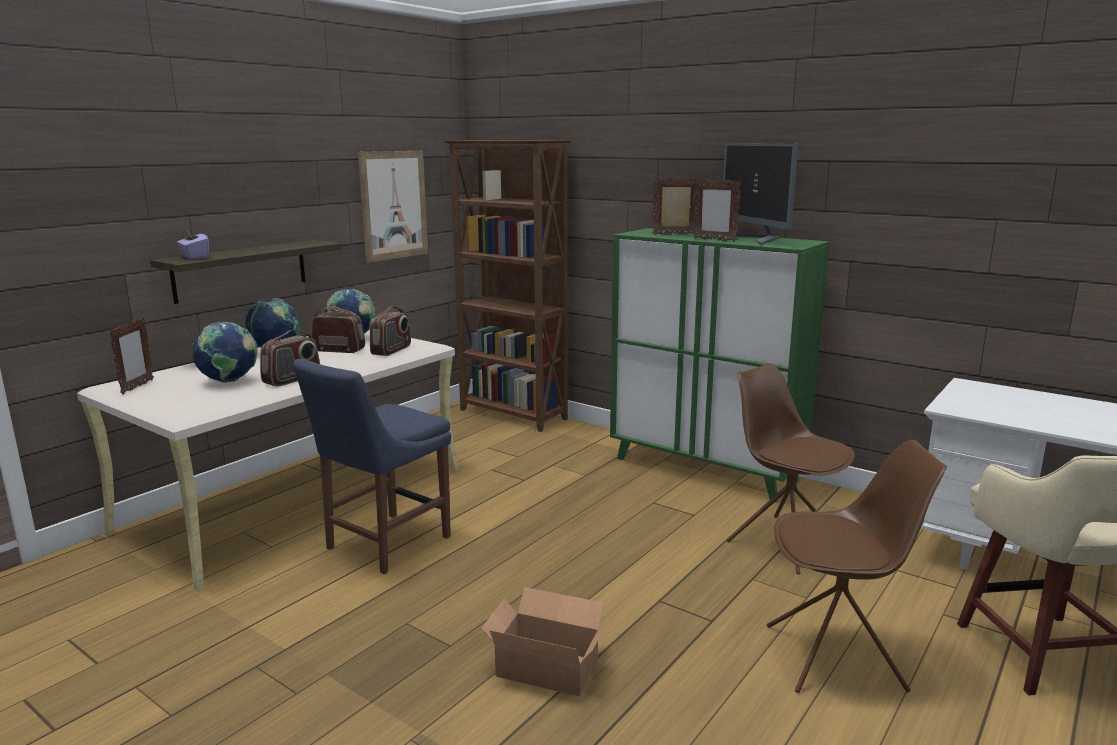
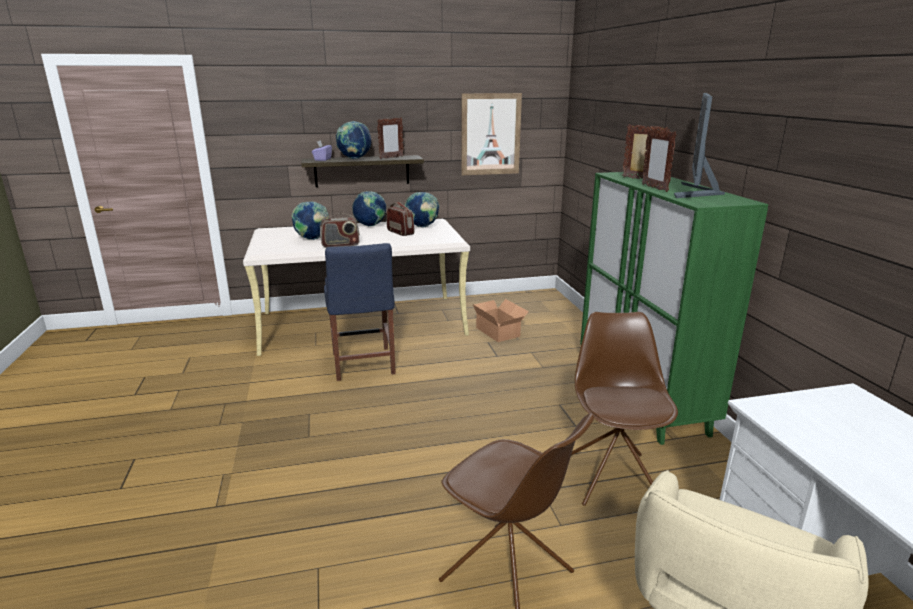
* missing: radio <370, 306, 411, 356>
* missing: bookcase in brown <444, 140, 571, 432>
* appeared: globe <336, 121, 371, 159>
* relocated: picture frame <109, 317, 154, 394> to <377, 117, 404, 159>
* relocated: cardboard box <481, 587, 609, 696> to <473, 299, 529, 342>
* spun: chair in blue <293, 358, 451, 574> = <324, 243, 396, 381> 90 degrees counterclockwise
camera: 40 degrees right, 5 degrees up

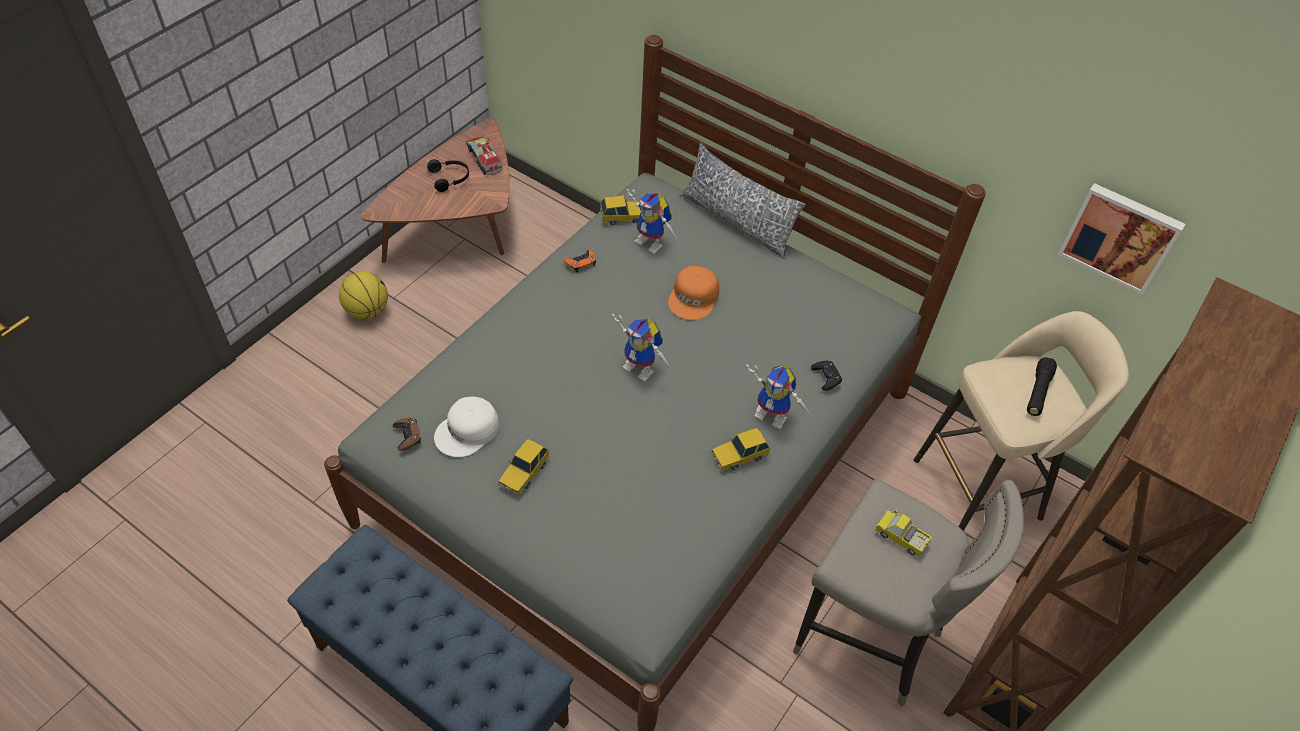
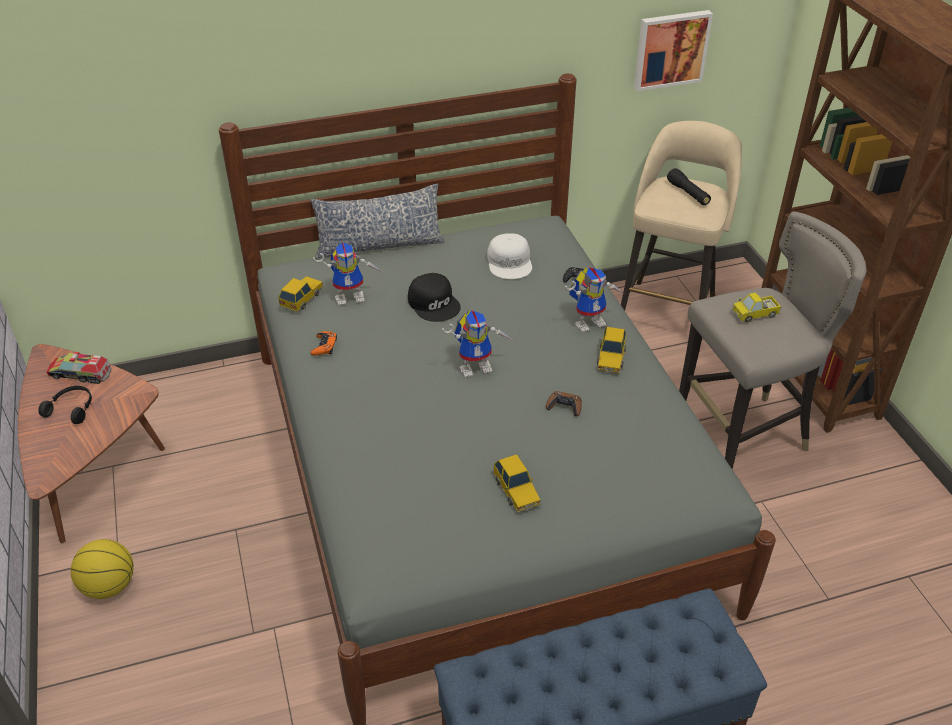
* relocated: game controller in brown <393, 418, 421, 451> to <546, 391, 582, 417>
* relocated: cap in white <434, 397, 500, 457> to <487, 233, 532, 279>
* colour: cap in orange <668, 266, 719, 320> to cap in black <408, 273, 461, 322>
camera: 50 degrees left, 10 degrees down

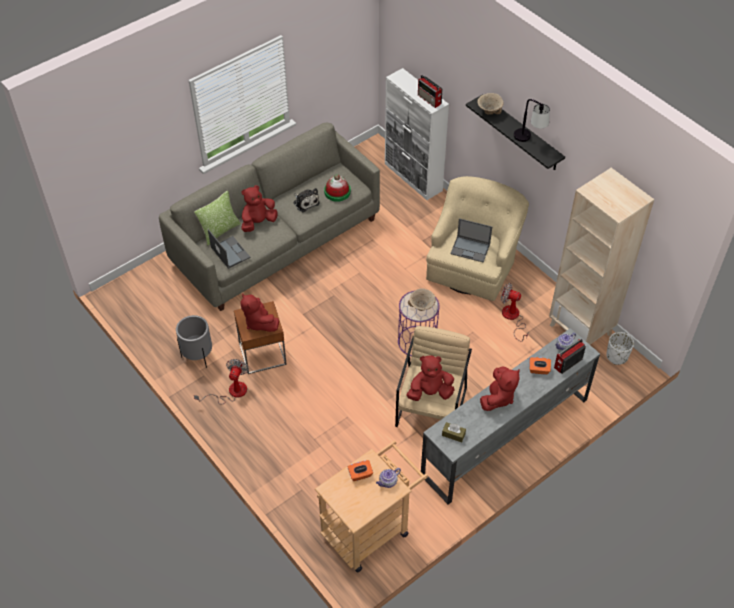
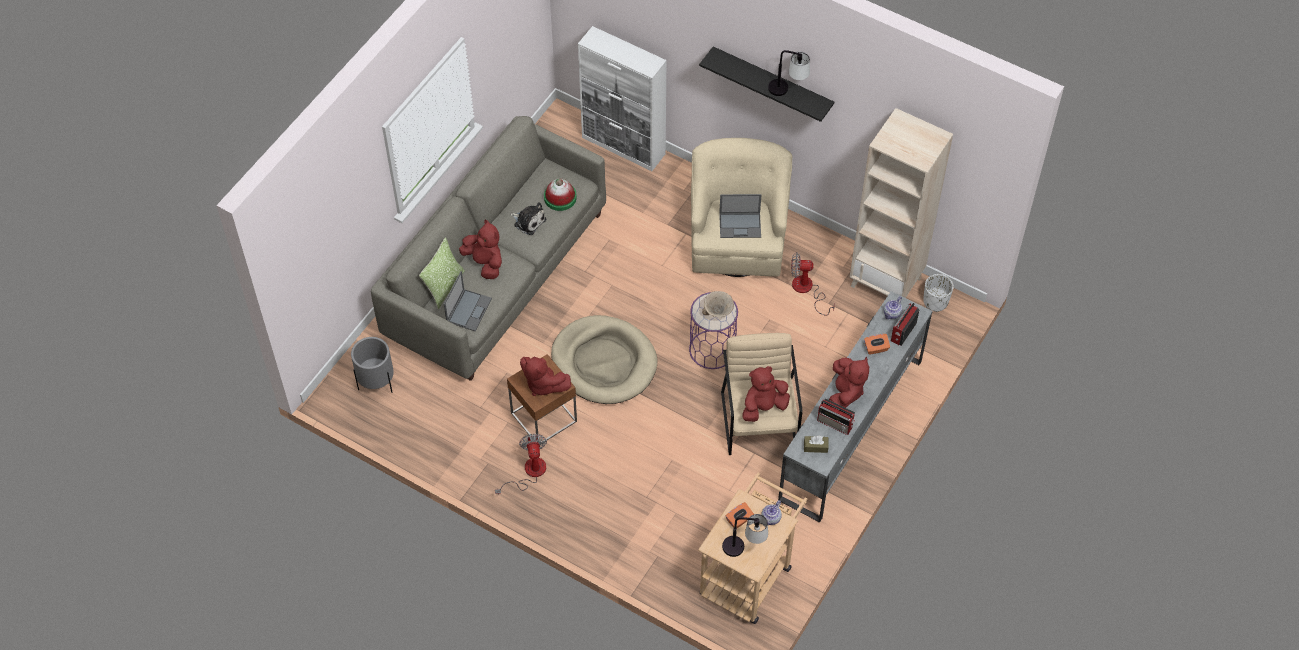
* missing: bowl in beige <477, 93, 503, 115>
* appeared: dog bed in beige <551, 315, 657, 404>
* appeared: table lamp <722, 514, 768, 557>
* relocated: planter in grey <176, 315, 212, 368> to <351, 337, 394, 393>
* relocated: radio <418, 75, 443, 108> to <817, 398, 855, 435>
* spun: laptop <208, 229, 250, 269> = <444, 271, 492, 331> 75 degrees clockwise
* spun: plush toy in red <241, 185, 277, 232> = <459, 220, 502, 279> 105 degrees clockwise
camera: 20 degrees left, 5 degrees up

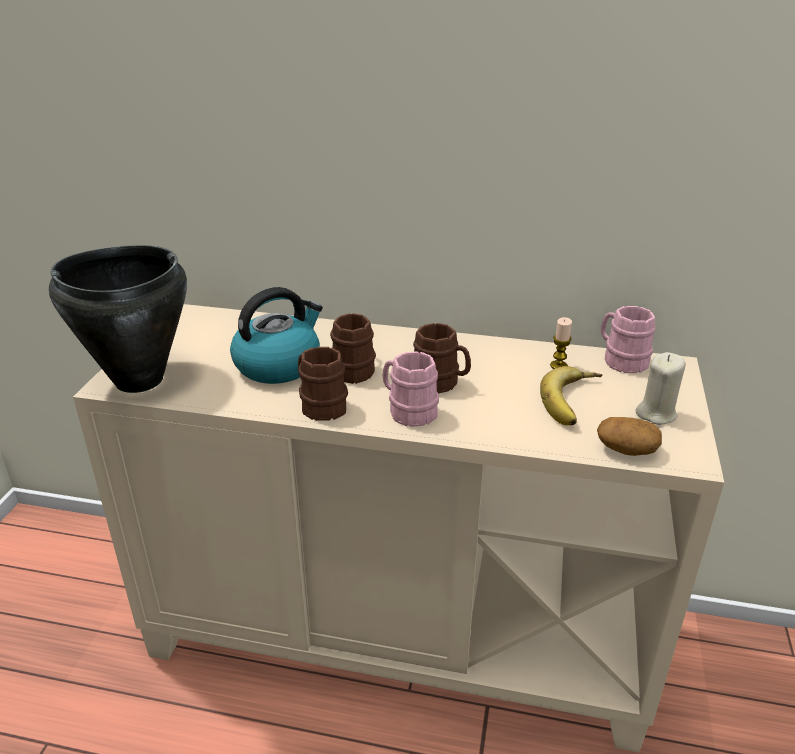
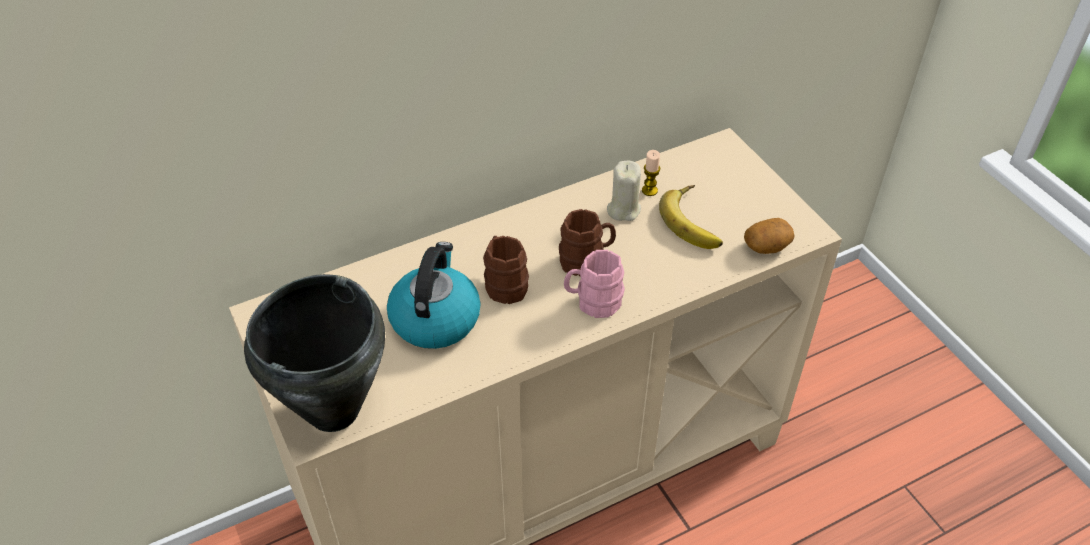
* missing: mug in brown <298, 347, 348, 421>
* missing: mug in pink <601, 306, 655, 373>
* relocated: candle in beige <635, 352, 686, 425> to <607, 161, 641, 221>
camera: 40 degrees left, 15 degrees up

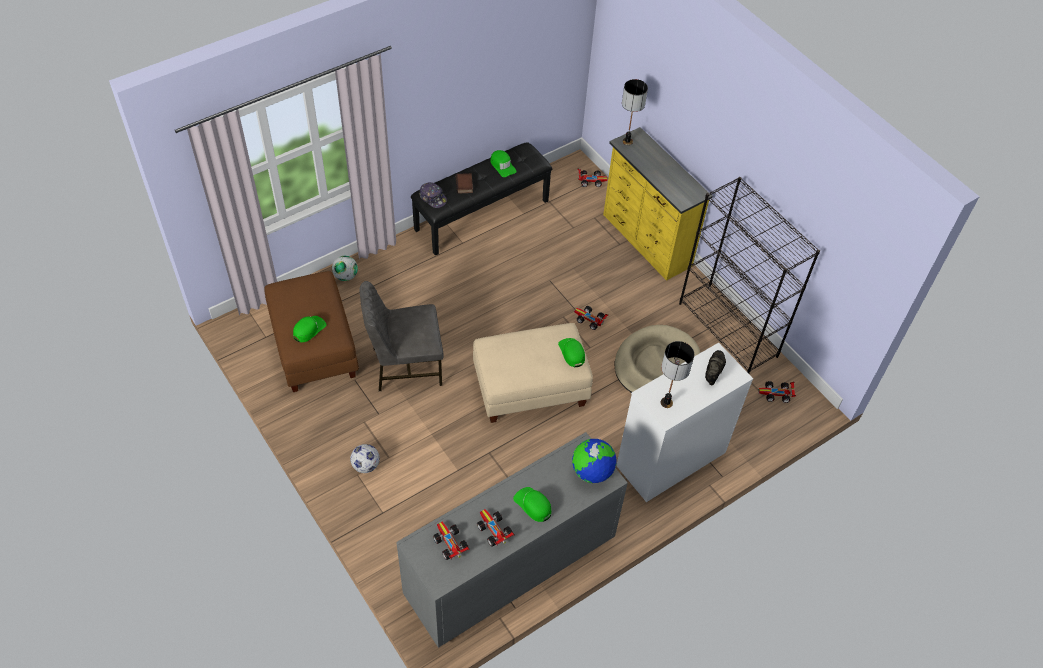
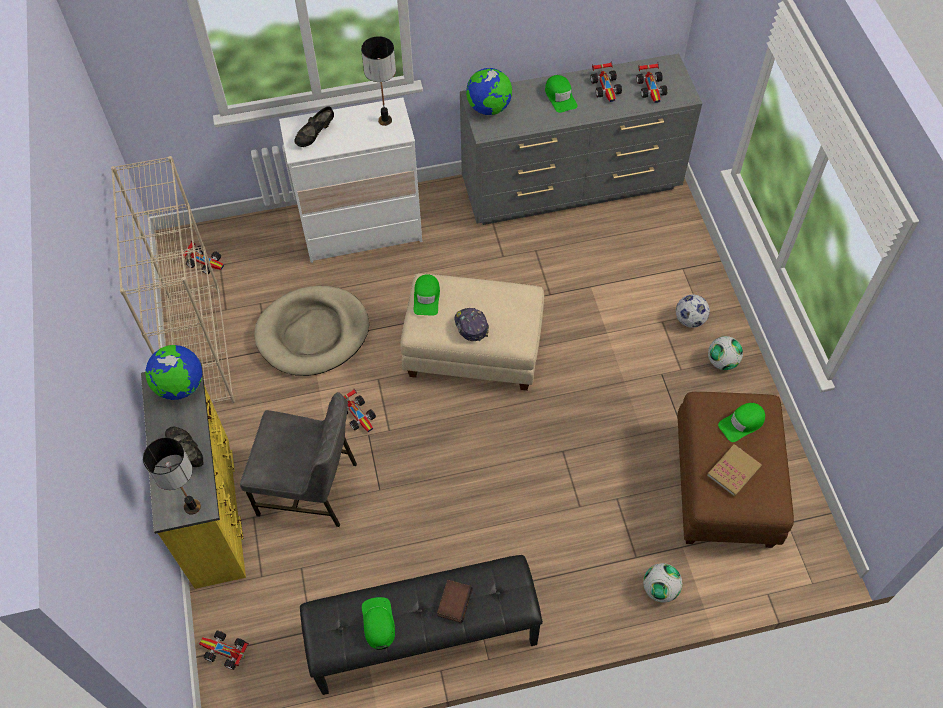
* appeared: globe <145, 345, 202, 400>
* appeared: shoe in black <165, 427, 204, 467>
* appeared: book <707, 444, 761, 496>
* appeared: football <708, 336, 743, 370>
* relocated: chair in grey <360, 281, 444, 391> to <240, 392, 357, 527>
* relocated: cap <419, 182, 447, 208> to <454, 308, 489, 341>
* colour: bookcase in black <679, 177, 820, 374> to bookcase in beige <111, 156, 235, 403>
camera: 155 degrees left, 5 degrees up

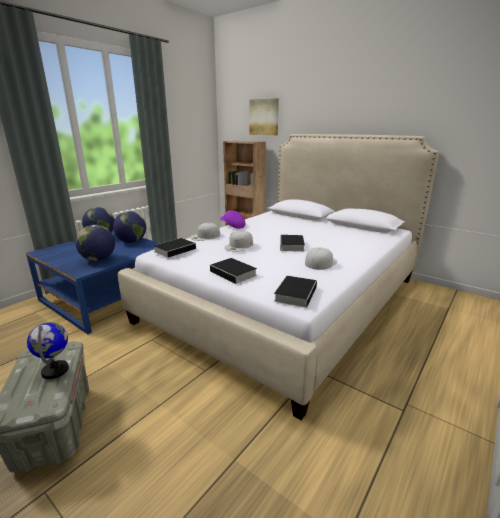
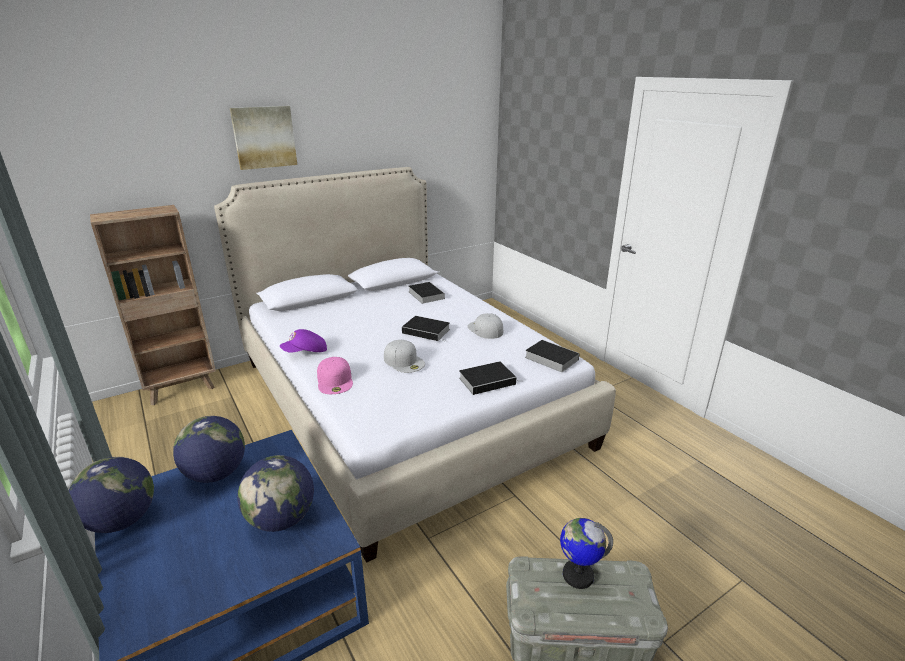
* relocated: book <154, 238, 200, 258> to <409, 282, 445, 304>
* relocated: picture <249, 98, 279, 135> to <230, 106, 297, 170>
* colour: cap in white <190, 223, 220, 241> to cap in pink <317, 357, 353, 394>
camera: 70 degrees left, 5 degrees up

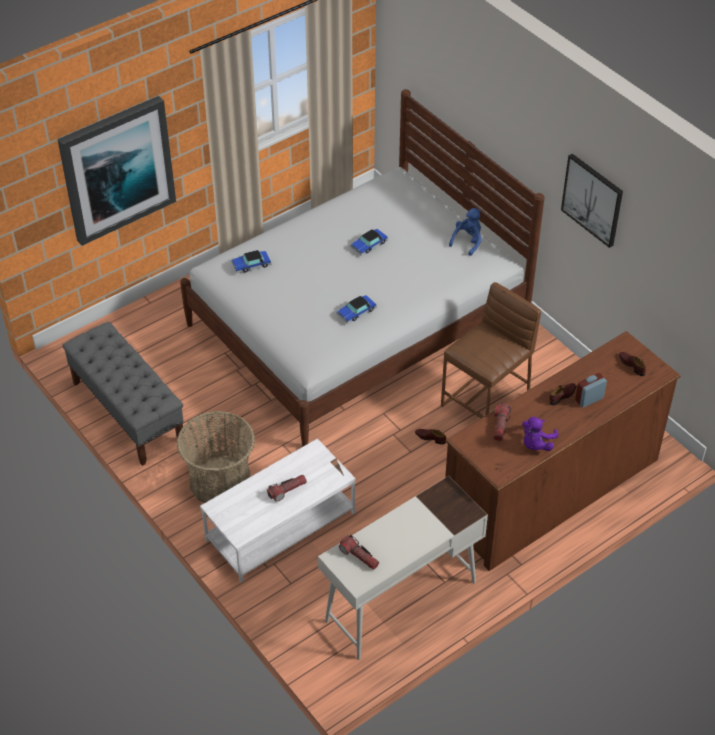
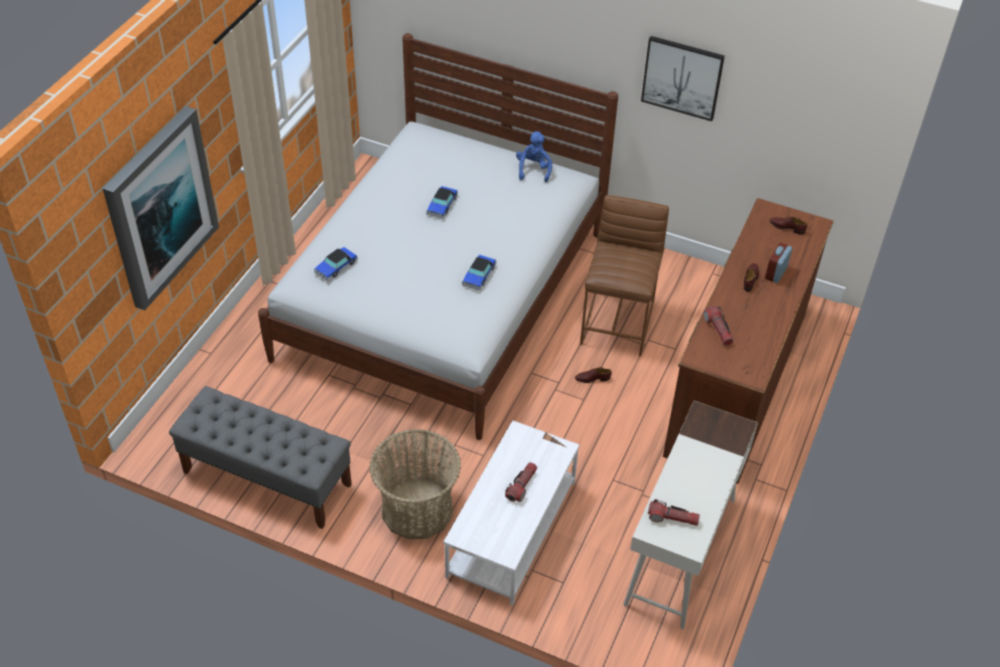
* missing: plush toy in purple <522, 417, 558, 451>
camera: 30 degrees left, 0 degrees up

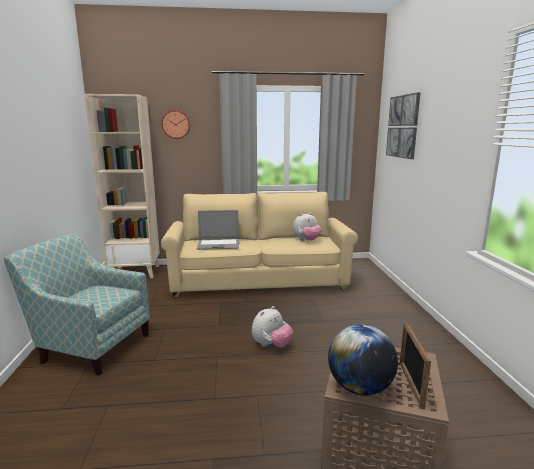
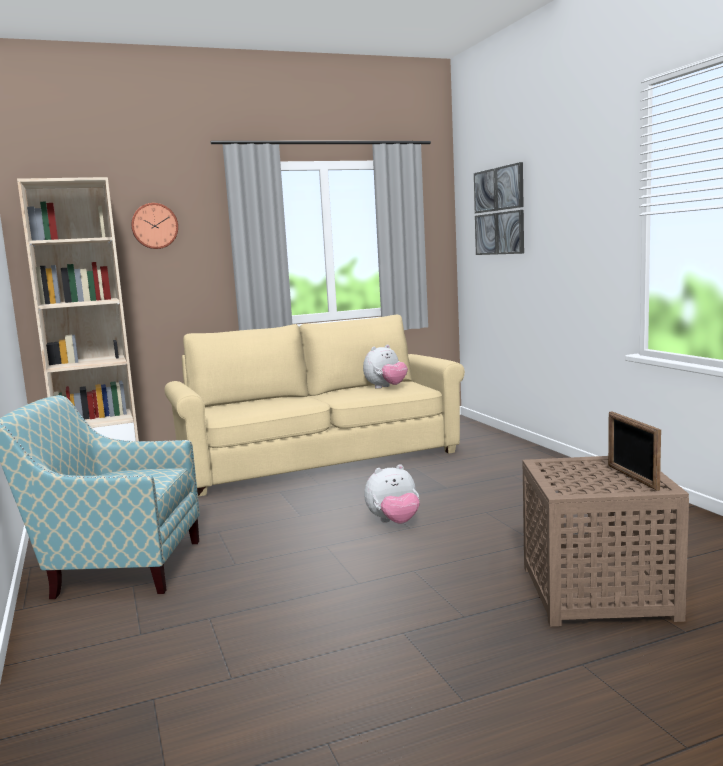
* missing: laptop <197, 210, 239, 250>
* missing: globe <328, 324, 398, 396>
* spun: plush toy <252, 306, 293, 348> = <364, 464, 420, 524> 45 degrees clockwise
camera: 15 degrees left, 5 degrees down

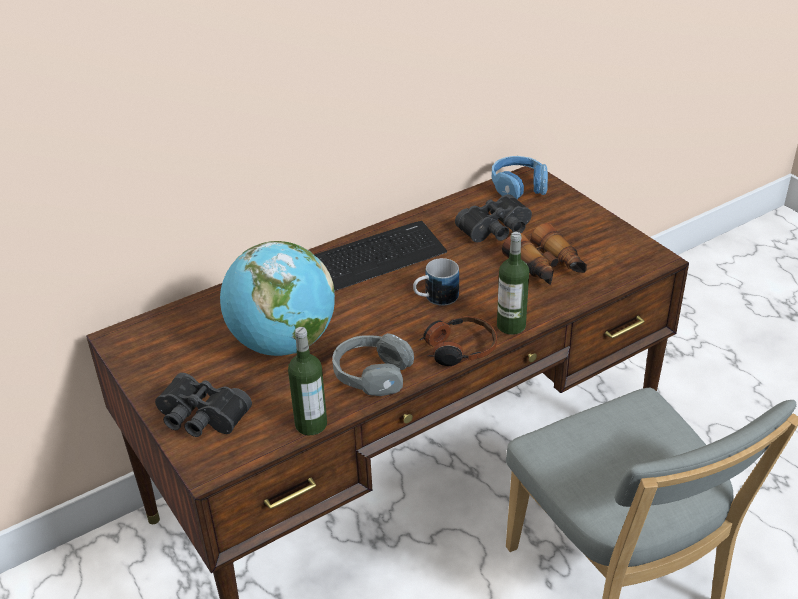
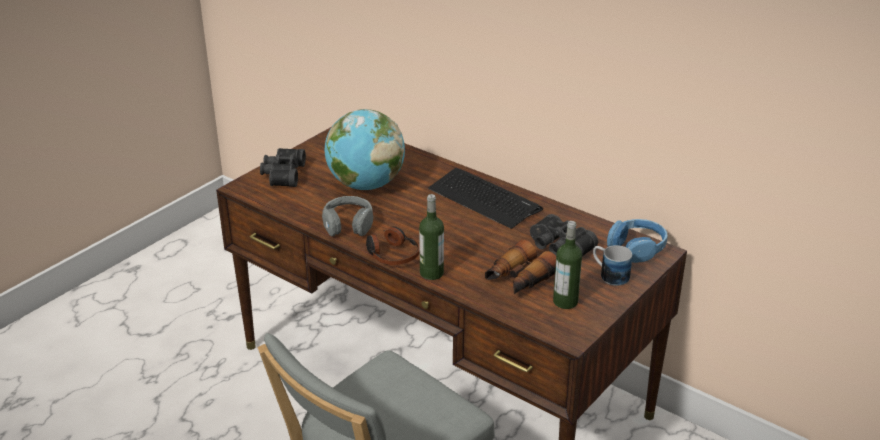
* relocated: bottle <288, 327, 327, 435> to <553, 221, 582, 309>
* relocated: mug <413, 258, 459, 306> to <593, 245, 632, 286>
camera: 70 degrees right, 5 degrees down

